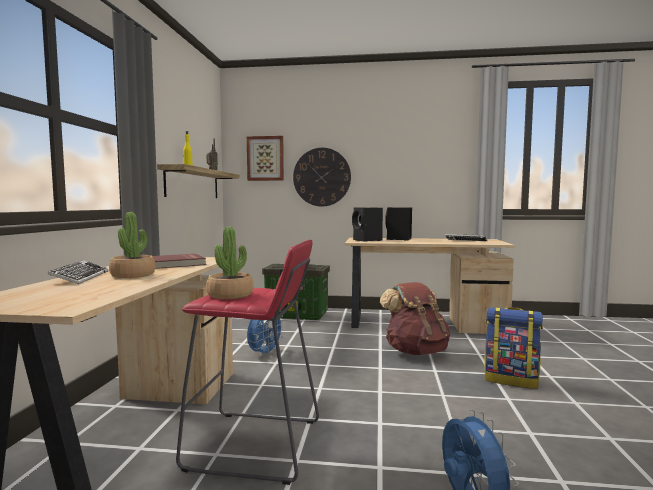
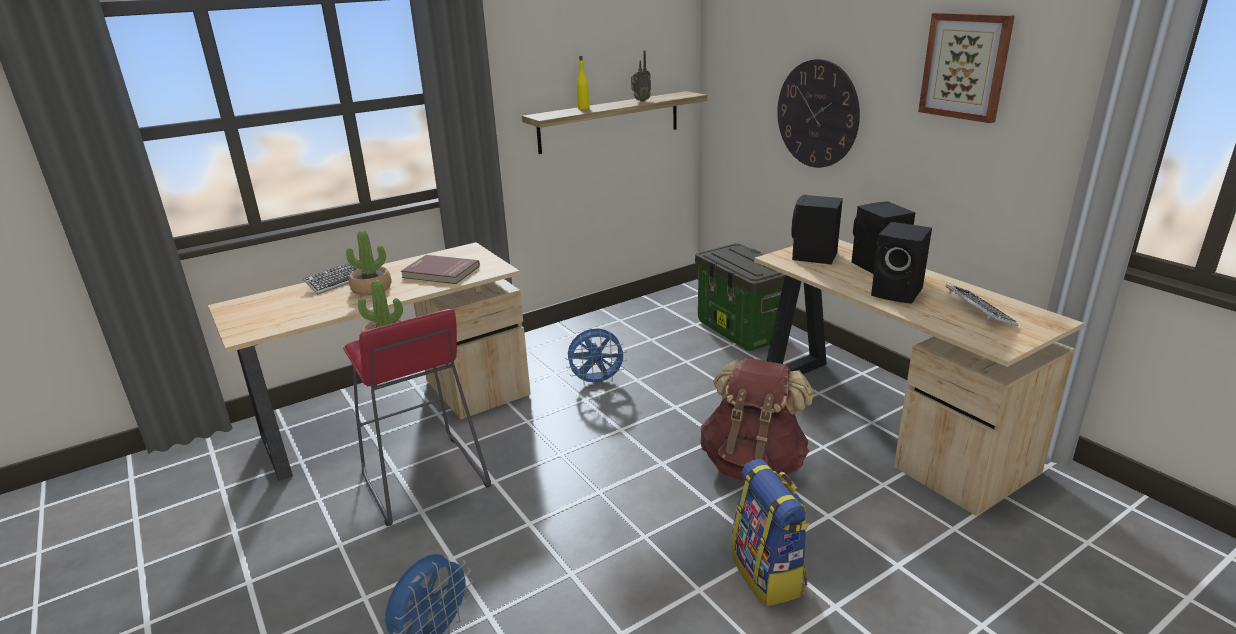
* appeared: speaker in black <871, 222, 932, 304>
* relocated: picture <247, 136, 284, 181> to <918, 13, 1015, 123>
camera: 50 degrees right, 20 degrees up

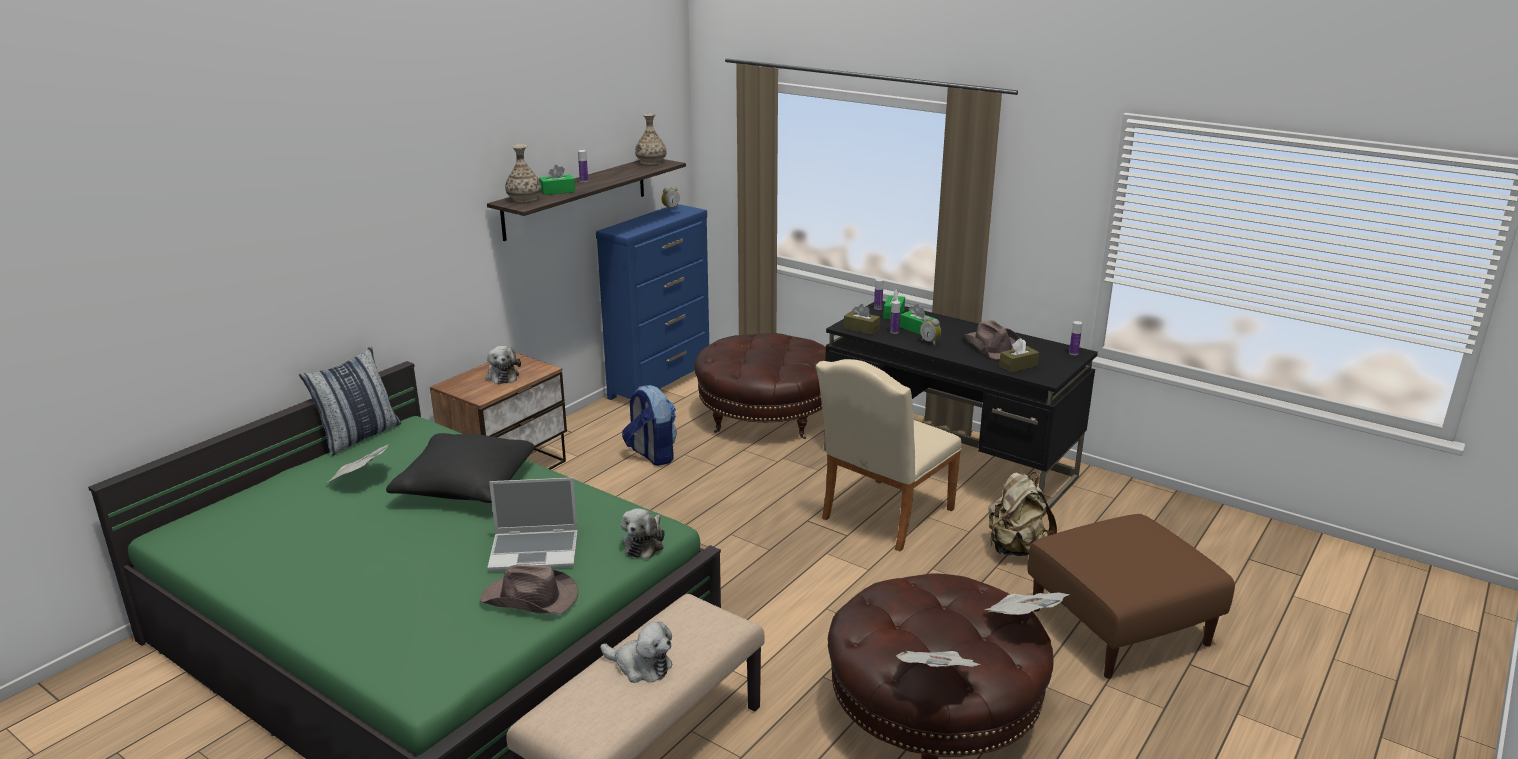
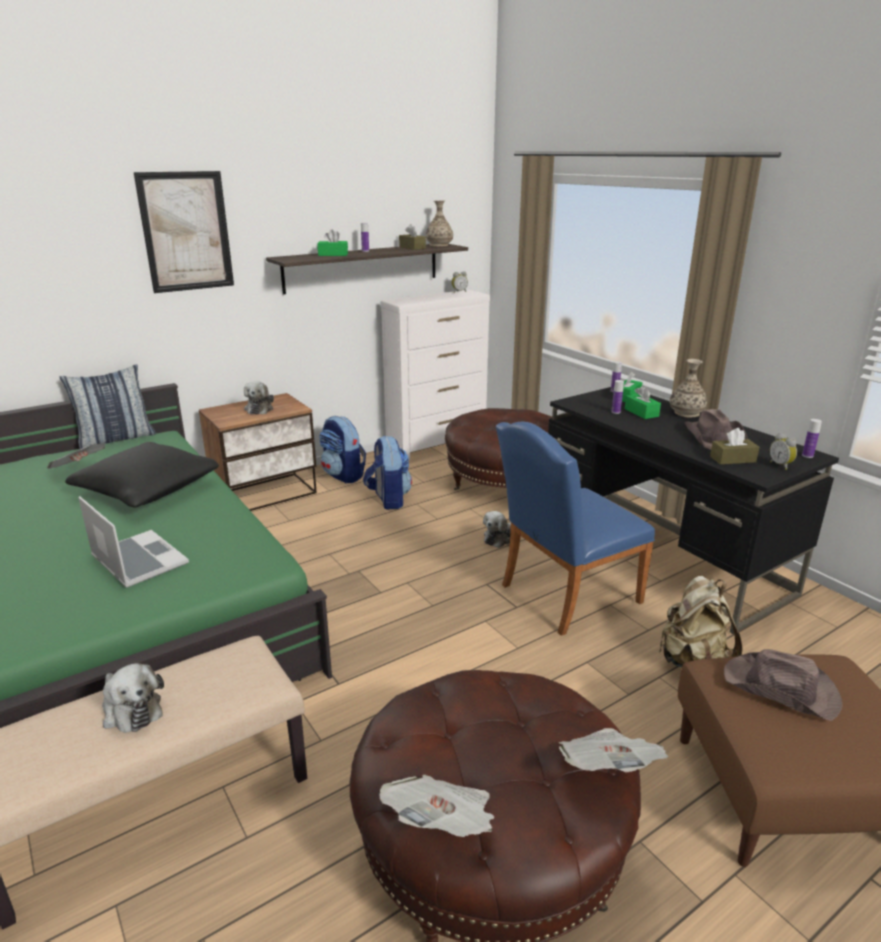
* appeared: picture <133, 171, 234, 293>
* appeared: backpack <319, 416, 366, 484>
* relocated: hat in brown <480, 565, 578, 614> to <724, 649, 842, 721>
* relocated: vase <505, 144, 541, 203> to <670, 359, 707, 417>
* relocated: plush toy <621, 508, 665, 559> to <483, 511, 511, 548>
* relocated: tissue box in brown <844, 304, 880, 335> to <399, 224, 426, 250>
* relocated: alarm clock <920, 316, 941, 346> to <770, 433, 797, 470>
* colour: dresser in blue <596, 204, 709, 400> to dresser in white <380, 290, 490, 459>
* colour: chair in beige <816, 359, 962, 552> to chair in blue <496, 422, 655, 636>
* spun: laptop <487, 478, 578, 572> = <78, 496, 189, 588> 150 degrees counterclockwise
camera: 20 degrees right, 0 degrees up

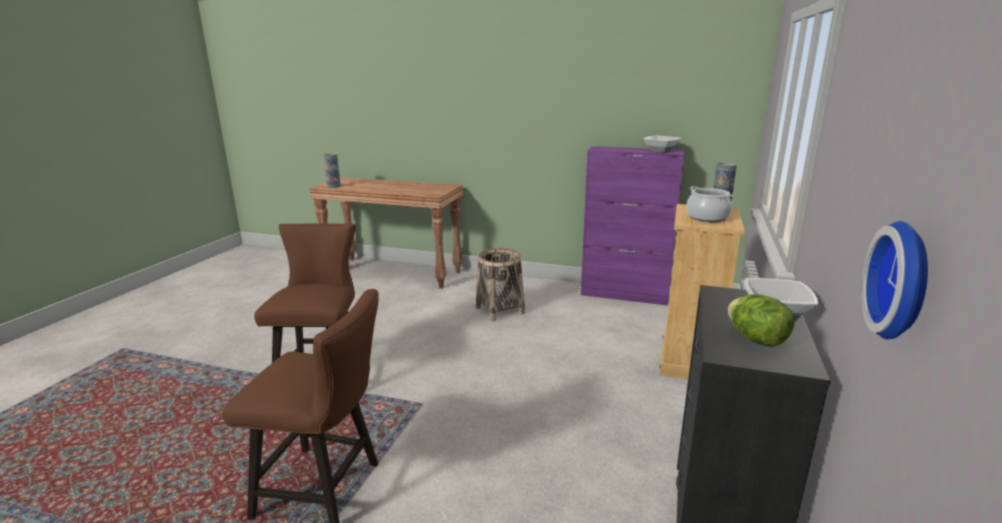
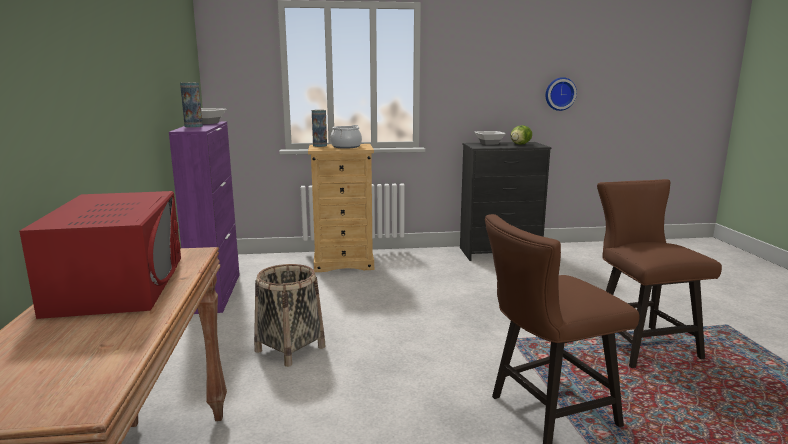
* appeared: microwave in red <19, 191, 181, 319>
* relocated: vase <324, 153, 341, 188> to <180, 82, 203, 128>
camera: 115 degrees left, 5 degrees down

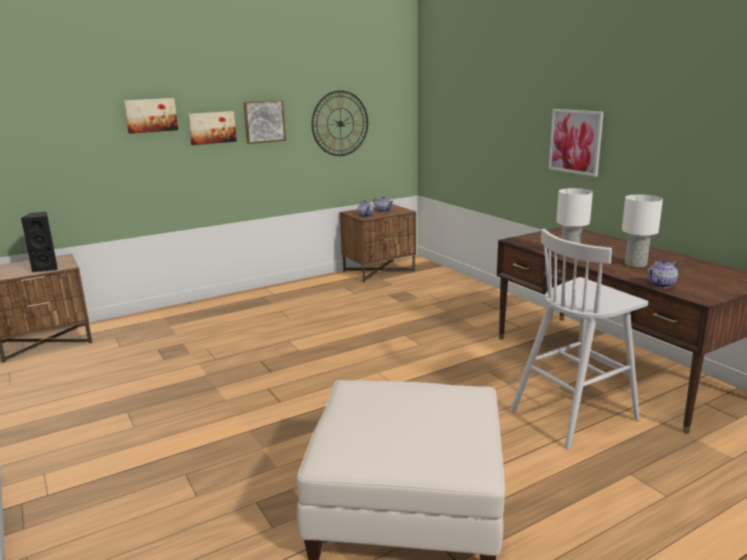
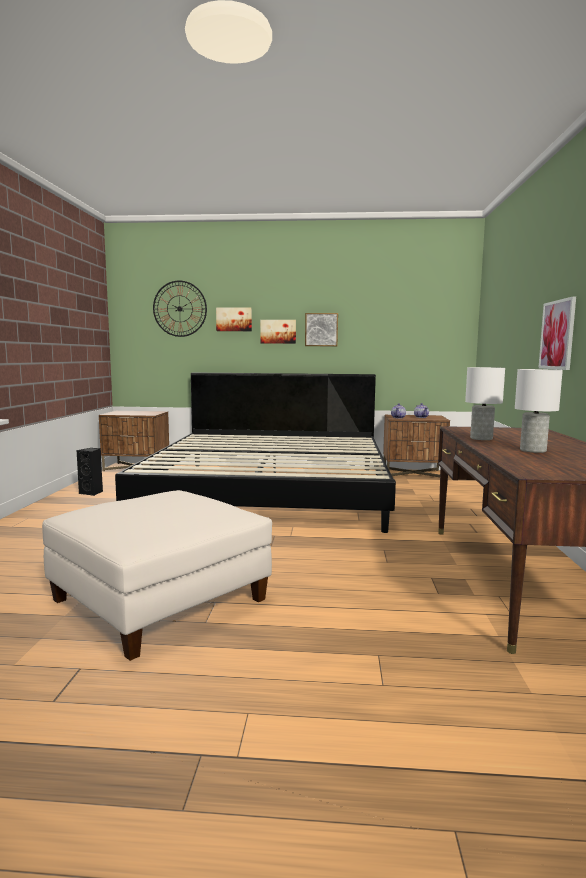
* missing: stool in white <510, 229, 648, 449>
* missing: teapot <647, 259, 679, 288>
* appeared: bed <115, 372, 396, 533>
* relocated: speaker in black <21, 212, 57, 273> to <77, 448, 103, 496>
* relocated: wall clock <312, 90, 368, 156> to <153, 280, 207, 337>
camera: 35 degrees right, 10 degrees down

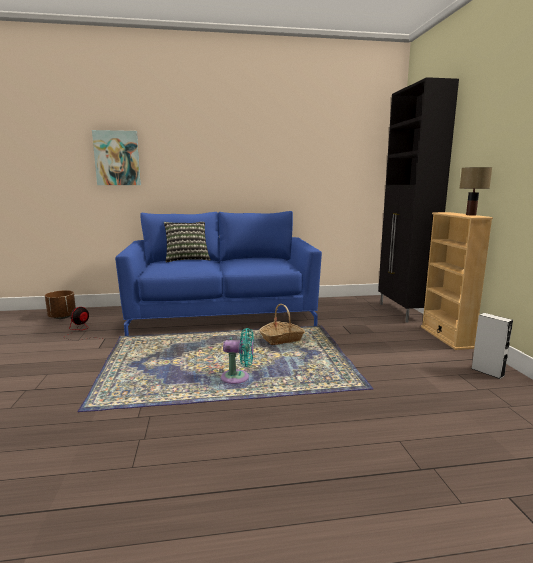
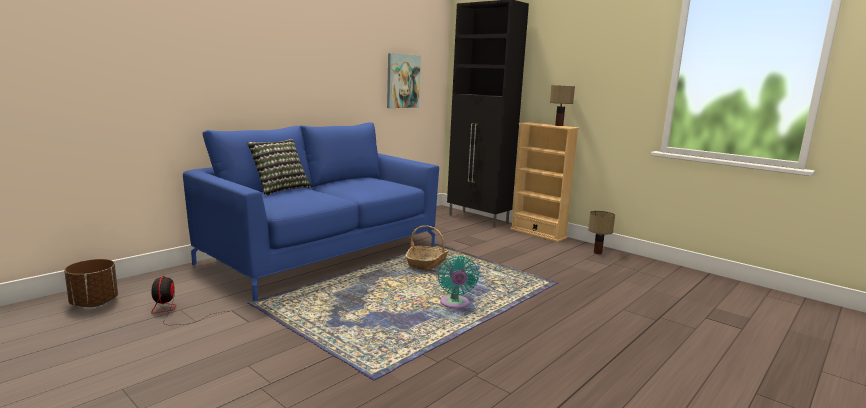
* relocated: picture <92, 130, 141, 185> to <387, 53, 421, 108>
* exchanged: speaker in grey <471, 313, 513, 379> to table lamp <588, 211, 615, 254>
* spun: fan in turquoise <221, 328, 254, 384> = <438, 256, 479, 309> 120 degrees clockwise
camera: 40 degrees left, 0 degrees up

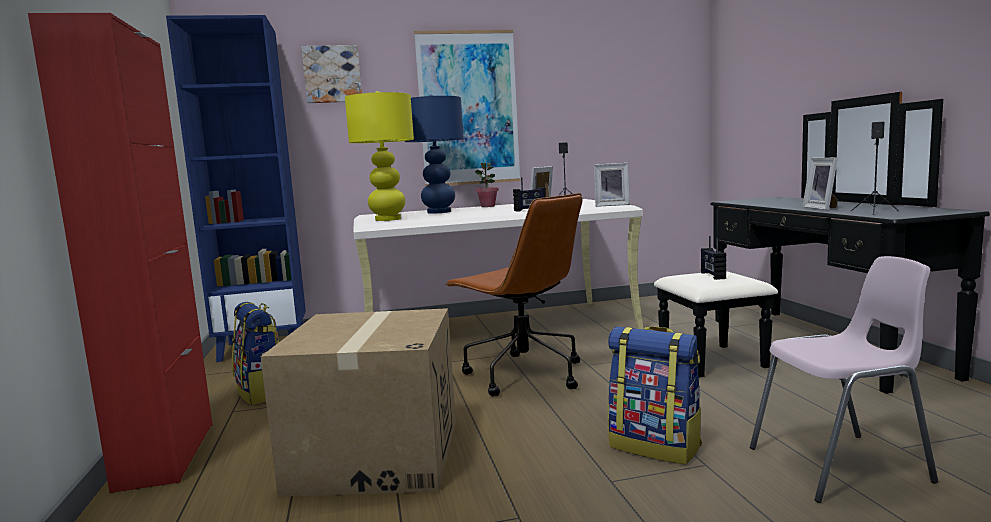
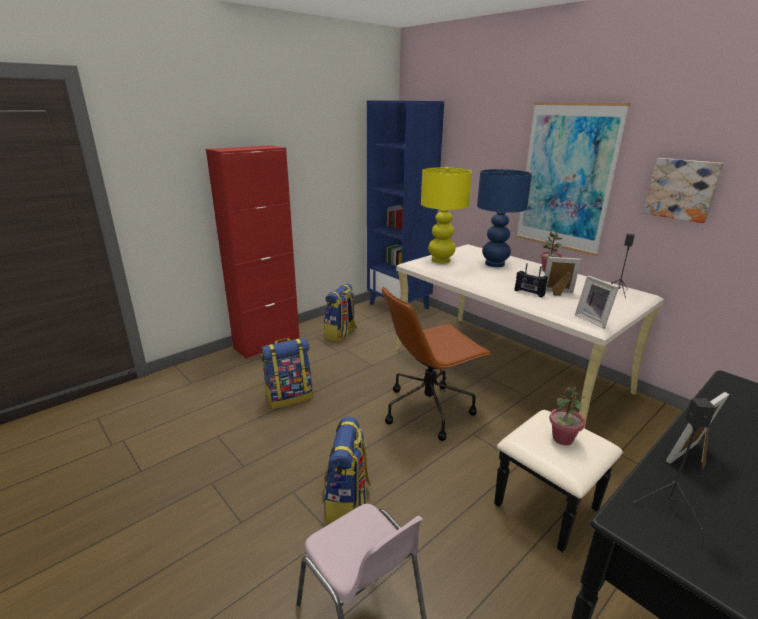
* relocated: picture <301, 45, 362, 103> to <643, 158, 724, 223>
* exchanged: cardboard box <260, 308, 456, 497> to backpack <262, 338, 313, 409>
* exchanged: radio <701, 236, 726, 280> to potted plant <549, 383, 585, 445>
* spun: office chair in brown <445, 193, 583, 397> = <382, 286, 493, 441> 45 degrees clockwise
camera: 60 degrees right, 15 degrees up

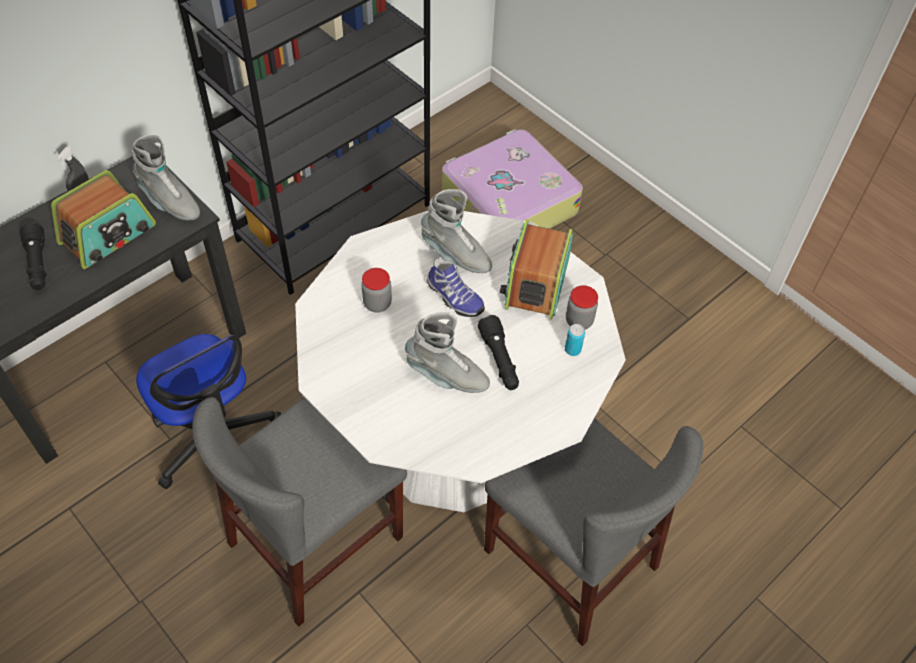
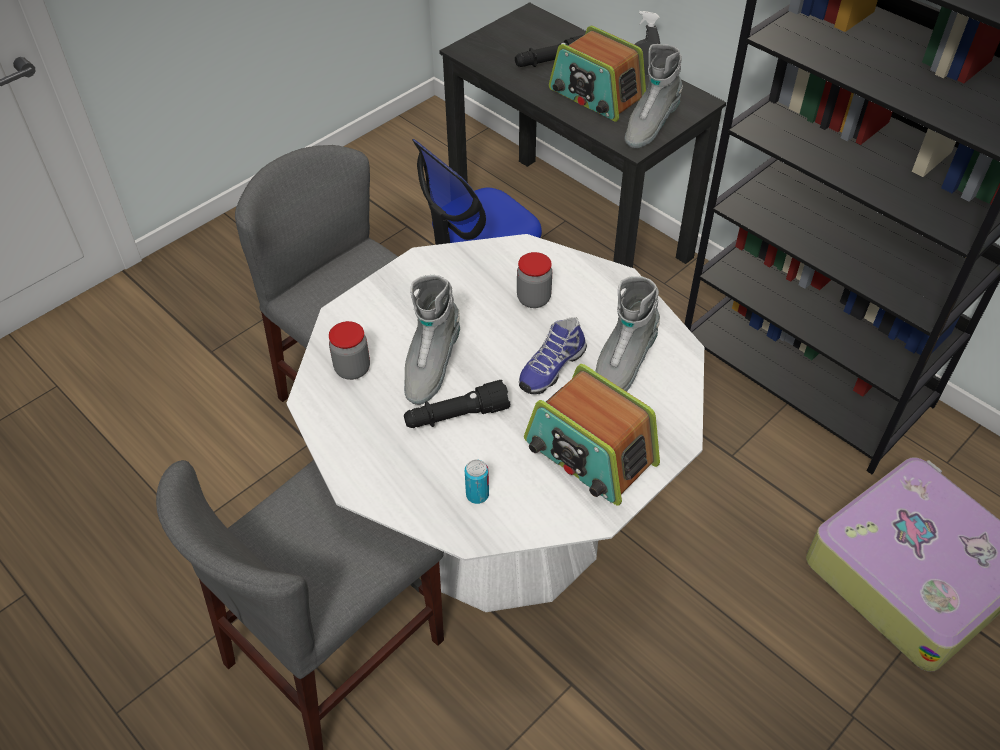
* relocated: jar <566, 285, 598, 329> to <329, 321, 370, 380>
* spun: radio <500, 219, 573, 320> = <524, 364, 660, 506> 150 degrees counterclockwise
camera: 90 degrees right, 5 degrees down

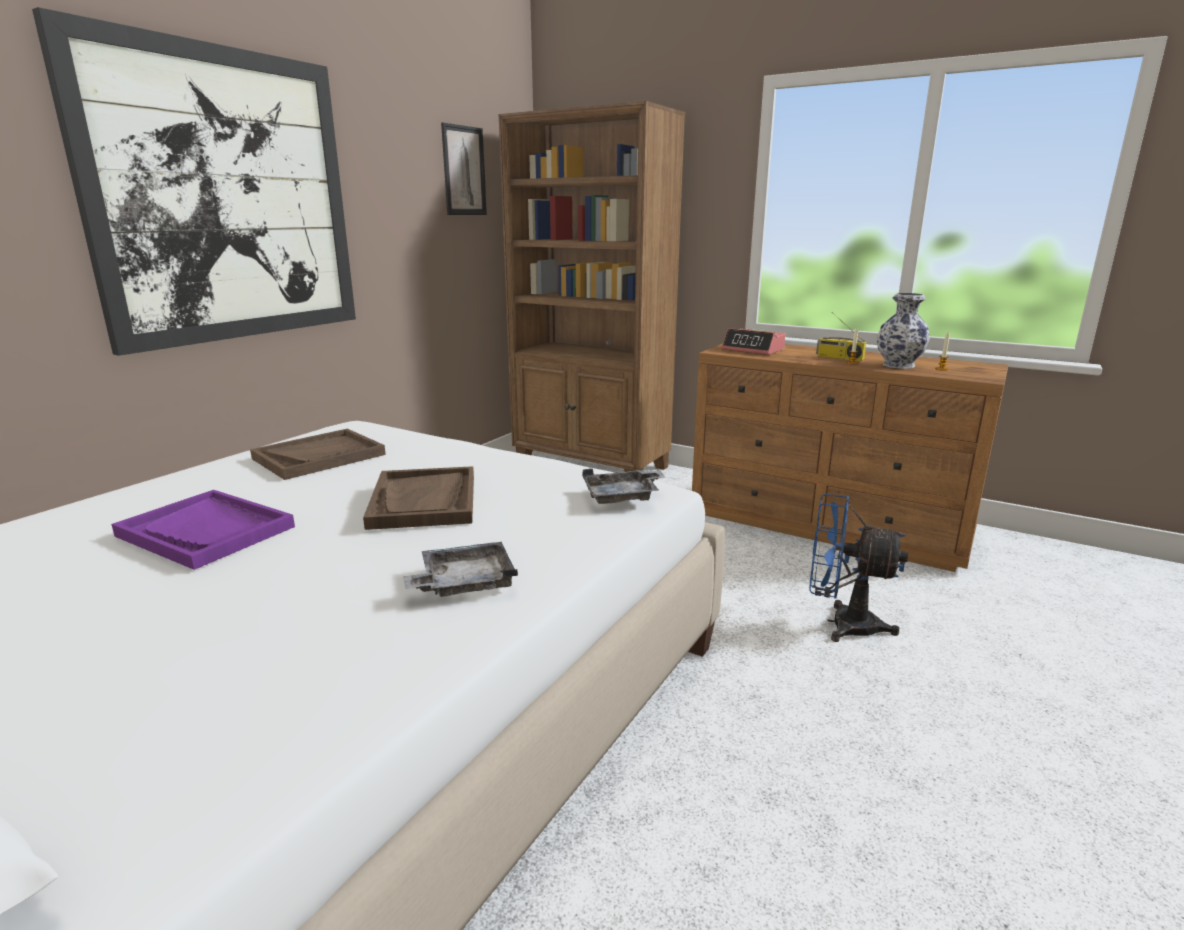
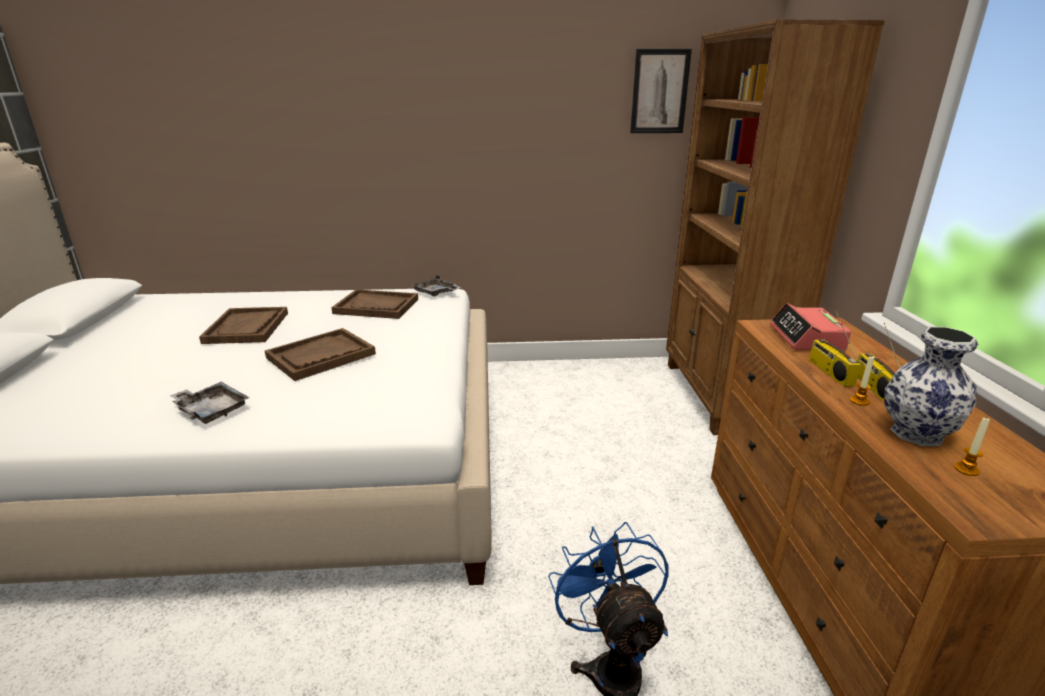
* missing: picture <32, 7, 356, 356>
* appeared: radio <809, 310, 861, 387>
* relocated: tray in grey <582, 468, 665, 504> to <412, 275, 461, 297>
* colour: tray in purple <111, 490, 295, 570> to tray in brown <199, 307, 288, 344>
camera: 55 degrees right, 5 degrees up

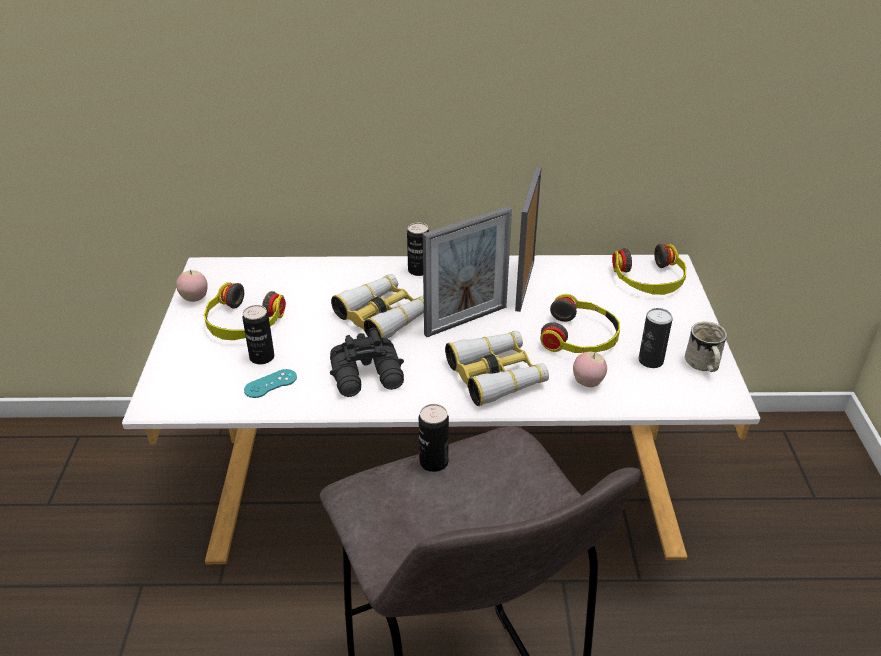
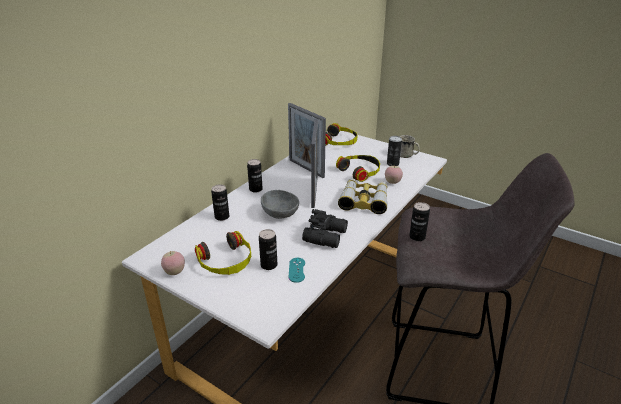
* appeared: can <211, 184, 229, 221>
* exchanged: binoculars <331, 274, 424, 339> to bowl in grey <261, 190, 299, 219>
camera: 55 degrees left, 5 degrees down

